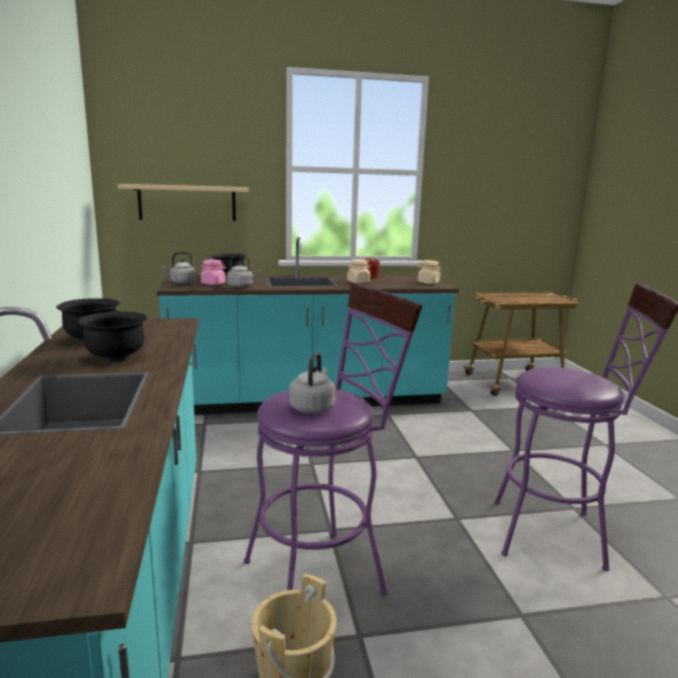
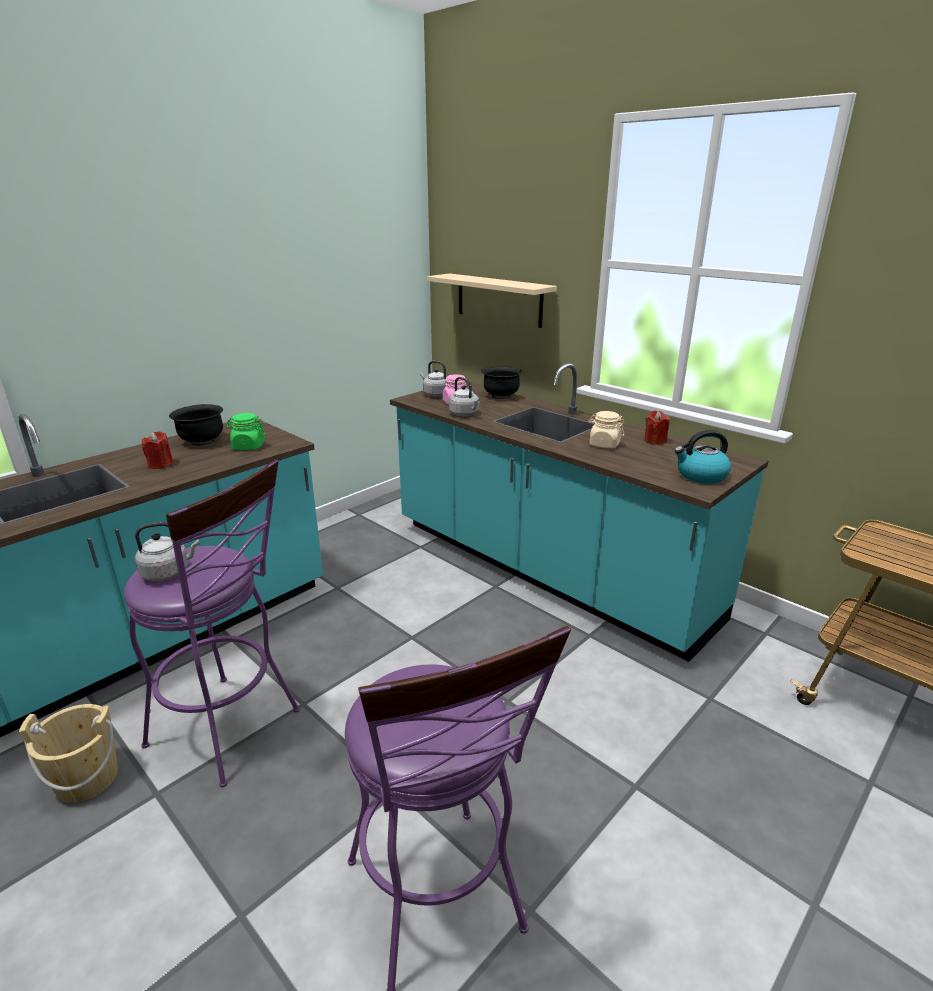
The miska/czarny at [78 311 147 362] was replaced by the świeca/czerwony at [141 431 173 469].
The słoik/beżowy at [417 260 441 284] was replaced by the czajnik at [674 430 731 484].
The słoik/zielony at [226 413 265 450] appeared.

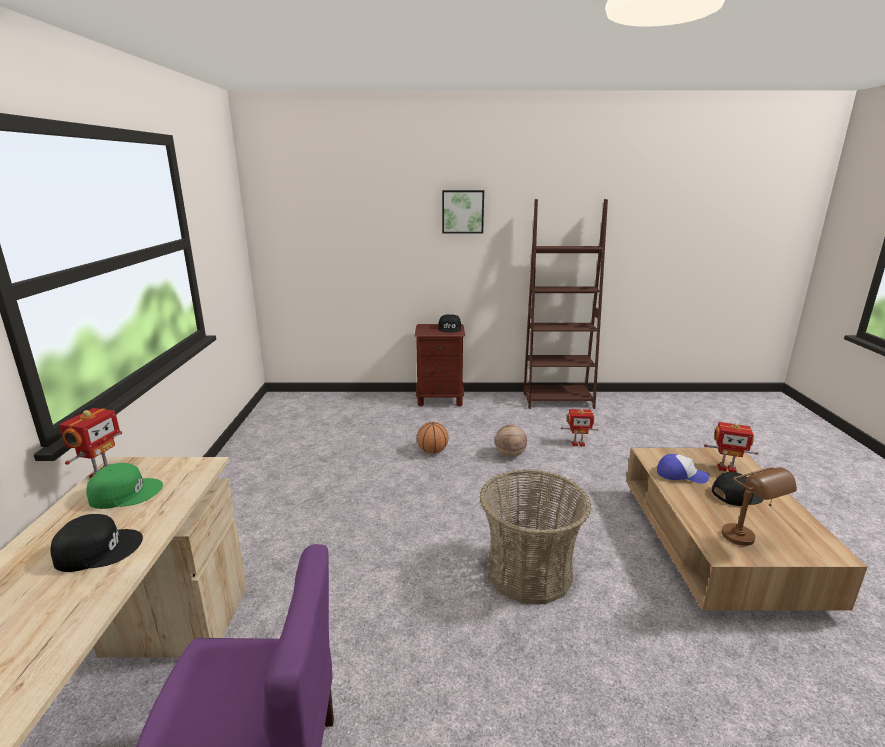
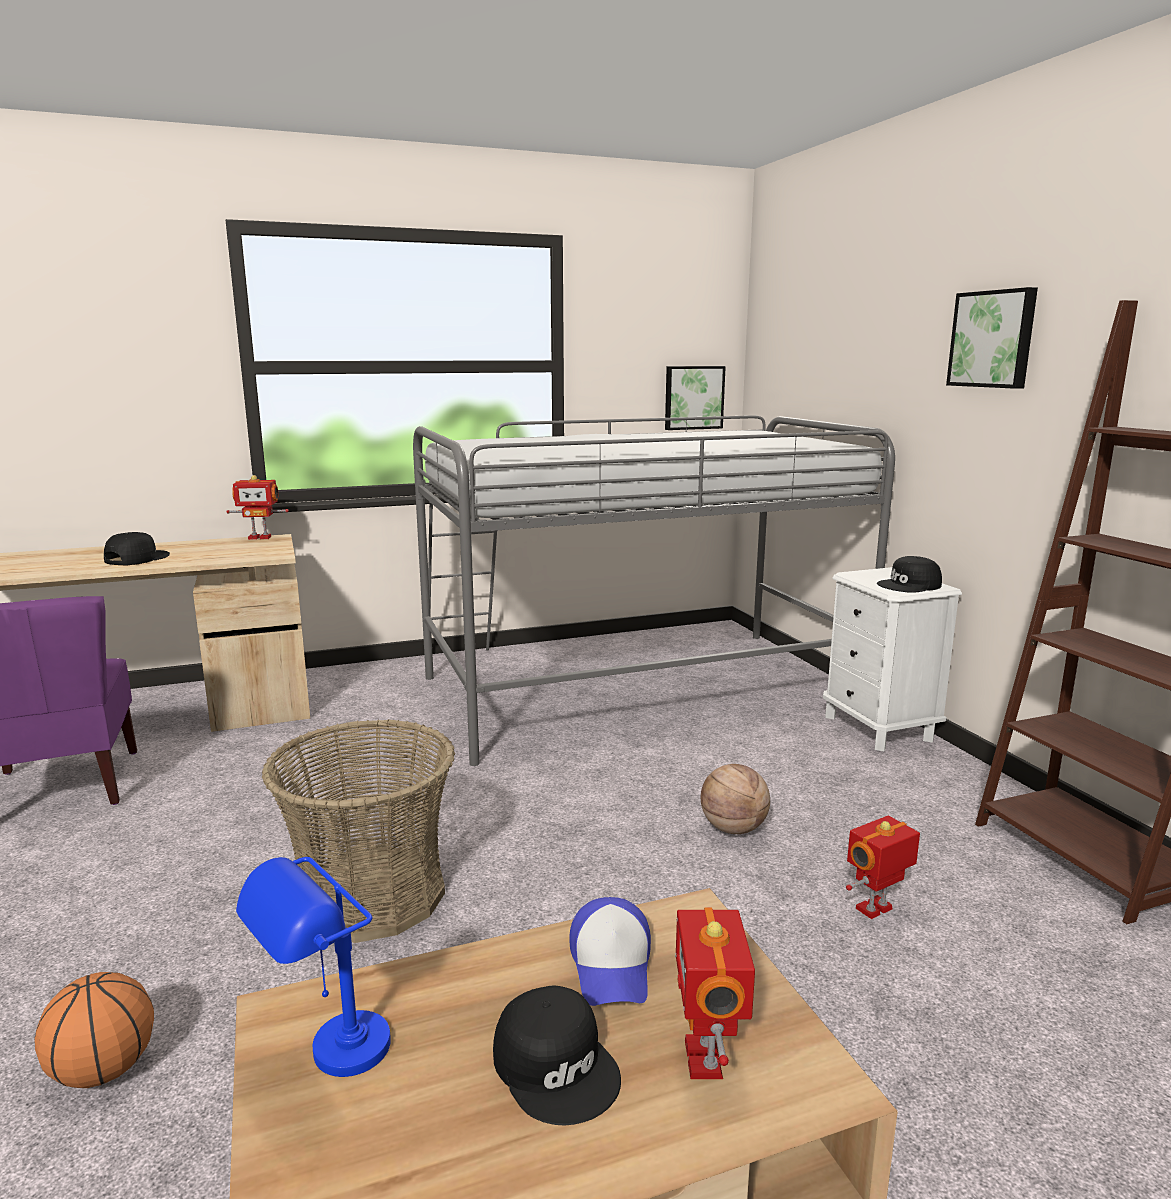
The czapka z daszkiem/czarny at [50 514 143 572] turned 120 degrees counterclockwise.
The czapka z daszkiem/zielony at [86 463 163 509] disappeared.
The szafka nocna/brązowy at [415 324 465 407] became the szafka nocna/biały at [823 567 962 751].
The piłka do koszykówki moved from [417 422 448 454] to [34 972 154 1088].
The robot zabawkowy at [561 409 598 446] turned 75 degrees clockwise.
The lampa stołowa/brązowy at [721 467 797 546] became the lampa stołowa/niebieski at [236 857 391 1077].
The łóżko/szary at [413 415 895 766] appeared.
The obraz at [665 366 726 430] appeared.

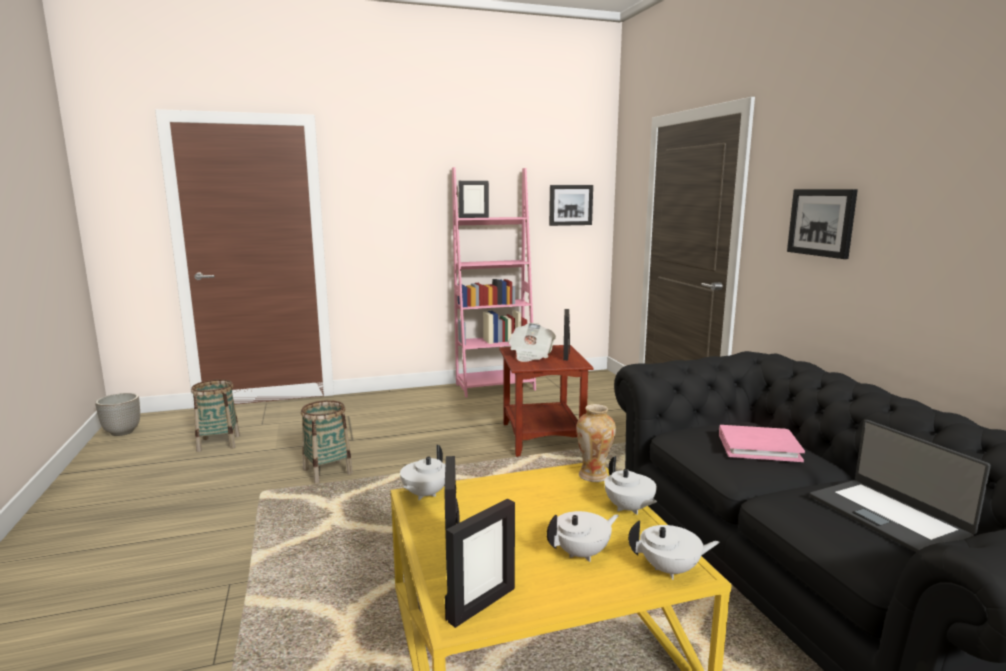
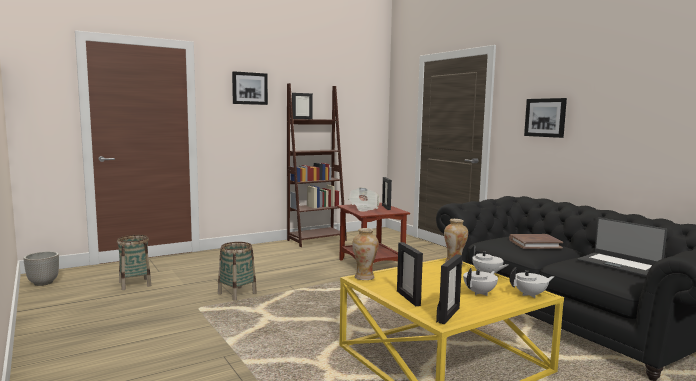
The imbryk/biały at [400 445 445 500] was replaced by the wazon at [352 228 379 280].
The regał/różowy at [452 167 536 398] became the regał/brązowy at [287 83 347 247].
The obraz moved from [549 185 593 226] to [232 71 268 105].
The książka/różowy at [719 425 805 462] became the książka/brązowy at [509 234 563 249].

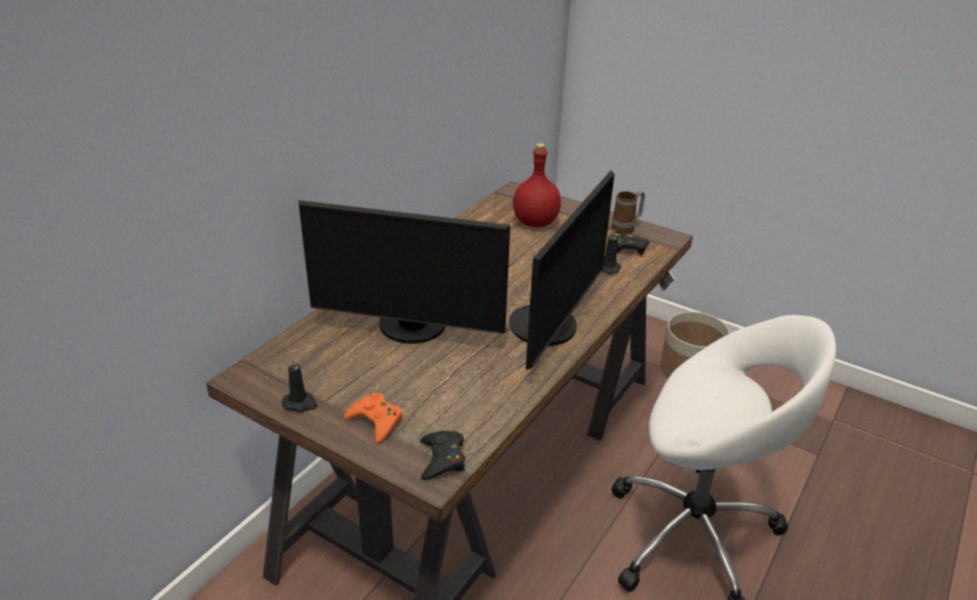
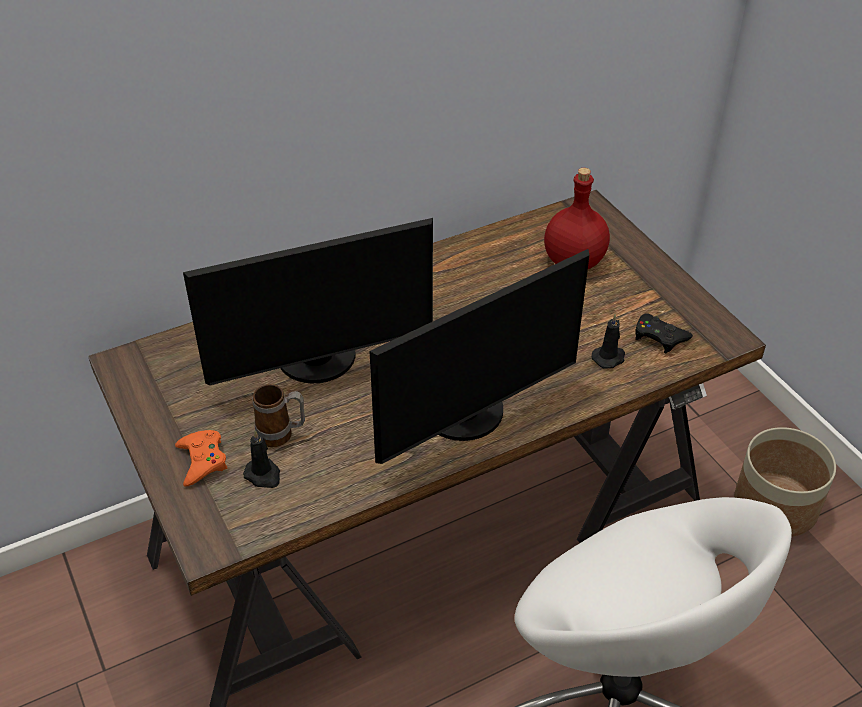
The świeca/czarny moved from [282 358 317 412] to [243 430 280 488].
The monitor at [298 200 510 344] turned 60 degrees counterclockwise.
The pad do gier/czarny at [420 431 465 480] disappeared.
The kubek moved from [611 190 645 235] to [253 384 305 447].

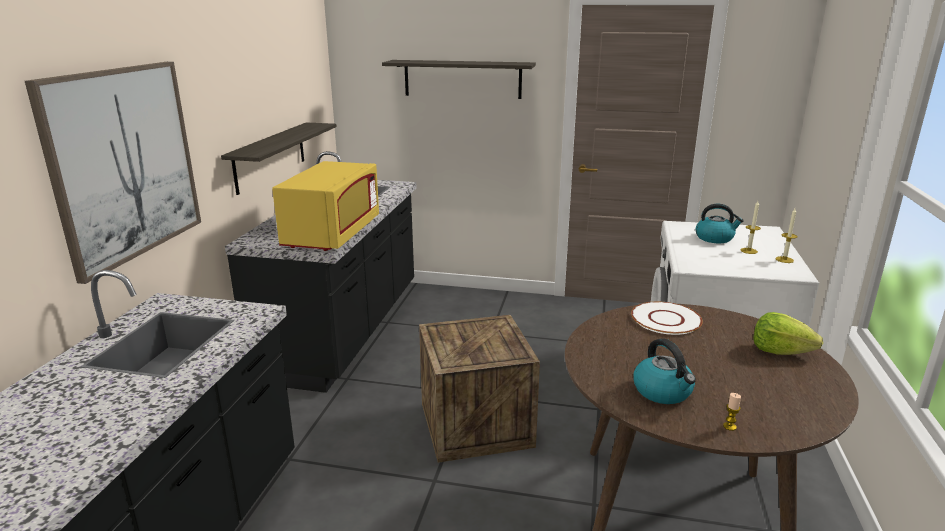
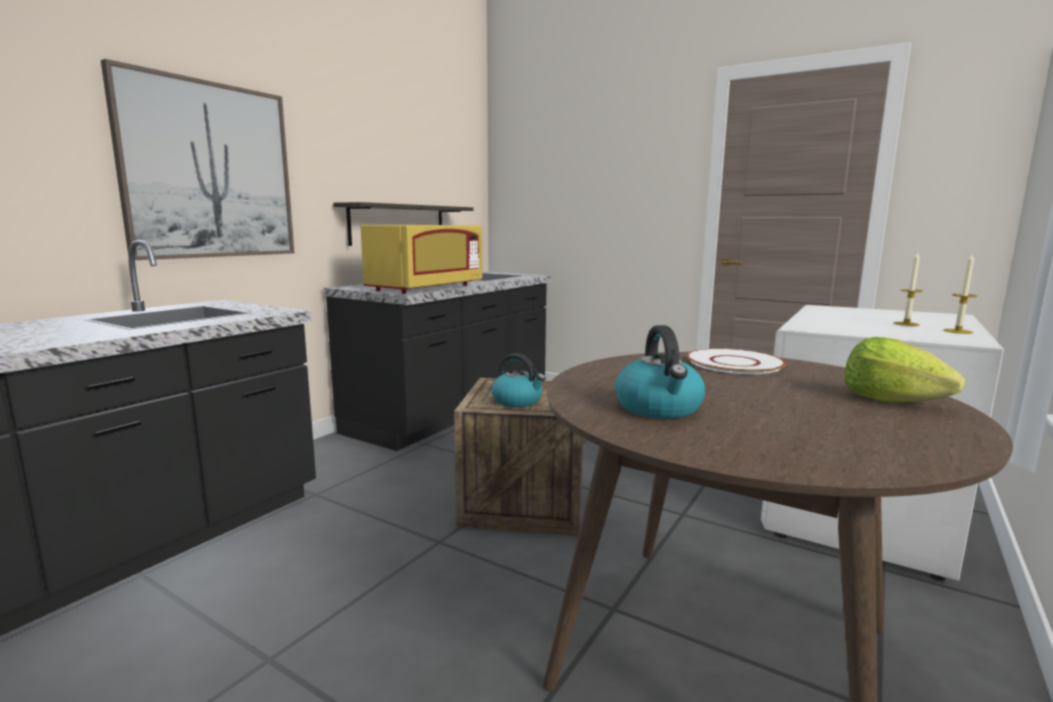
The półka at [382 60 536 99] disappeared.
The czajnik moved from [696 204 744 243] to [492 353 546 407].
The świeca at [723 393 741 431] disappeared.

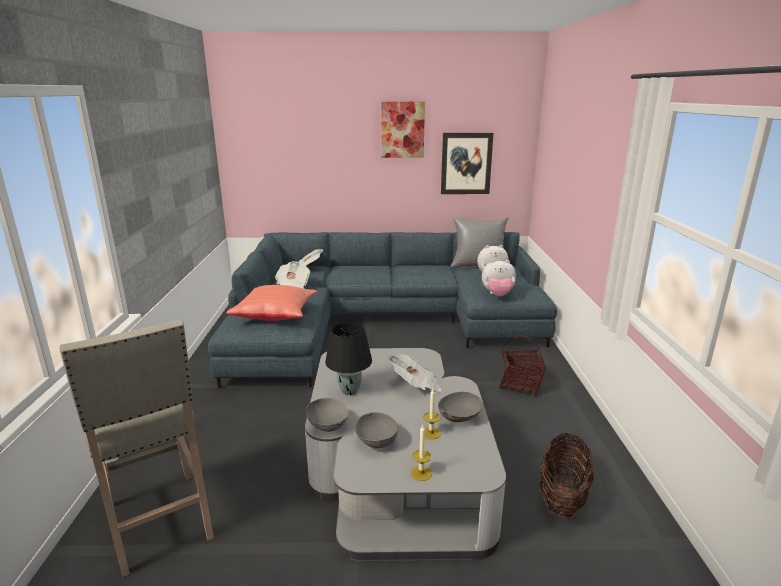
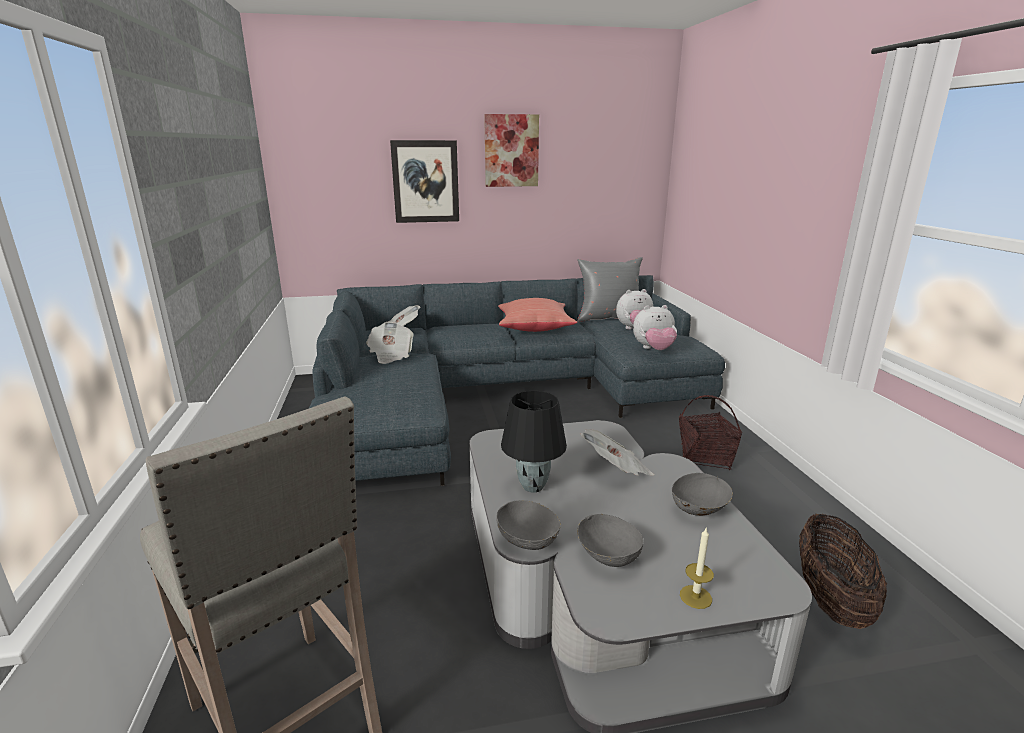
The poduszka/czerwony moved from [226 285 317 321] to [498 298 578 332].
The świeca at [423 389 441 439] disappeared.
The obraz moved from [441 133 493 194] to [390 140 459 223].

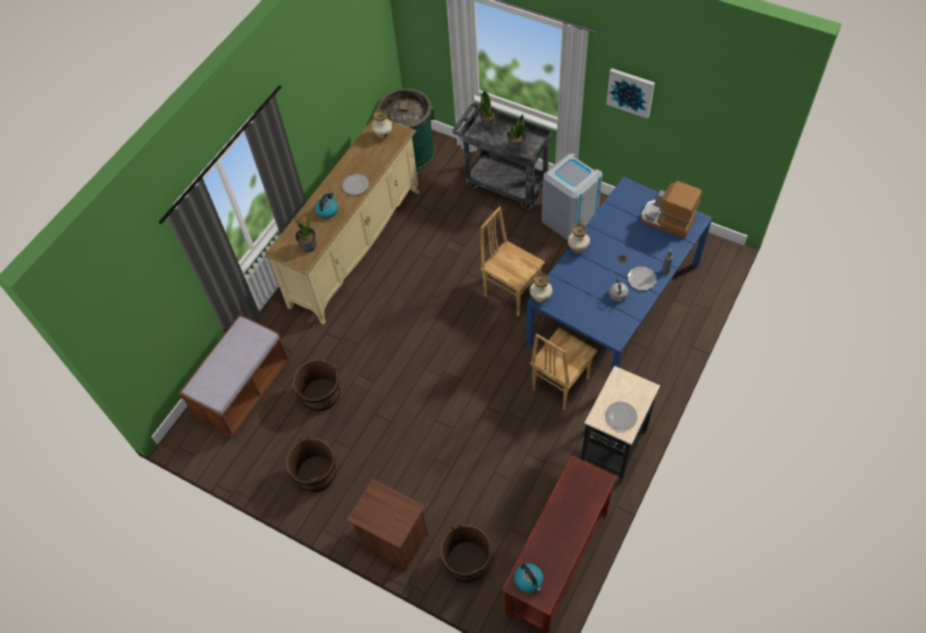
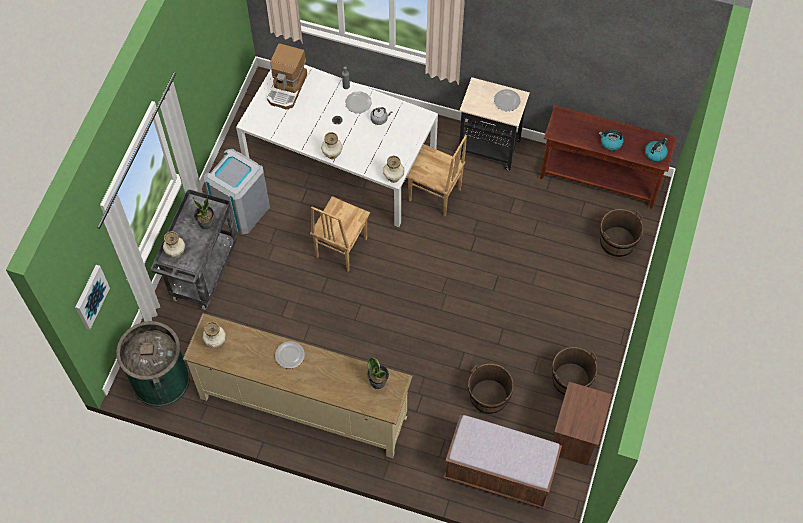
The czajnik moved from [315 192 338 219] to [599 130 623 151].
The szafka nocna/brązowy moved from [347 479 428 570] to [554 382 612 466].
The roślina doniczkowa at [479 91 498 130] was replaced by the wazon at [163 231 185 258].
The stół jadalny/niebieski at [526 177 712 371] became the stół jadalny/biały at [236 65 438 227].
The obraz moved from [606 68 655 119] to [75 265 110 330].

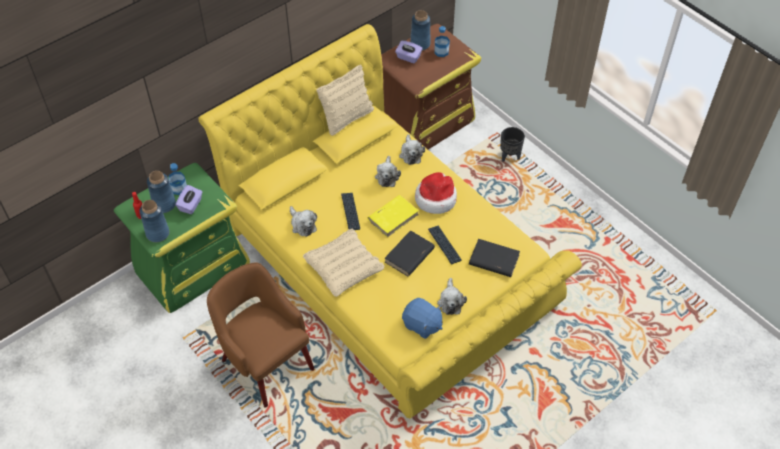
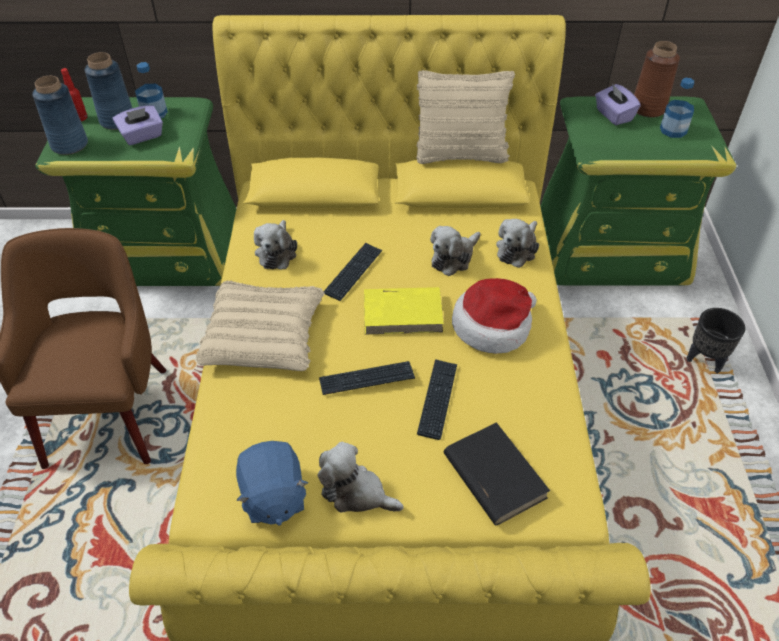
The szafka nocna/brązowy at [381 24 481 150] became the szafka nocna/zielony at [540 97 736 286].
The książka/czarny at [385 230 435 276] was replaced by the klawiatura at [319 361 415 395].
The wazon/niebieski at [410 10 430 51] became the wazon/brązowy at [634 41 680 118].
The pluszak at [437 278 467 315] turned 75 degrees clockwise.

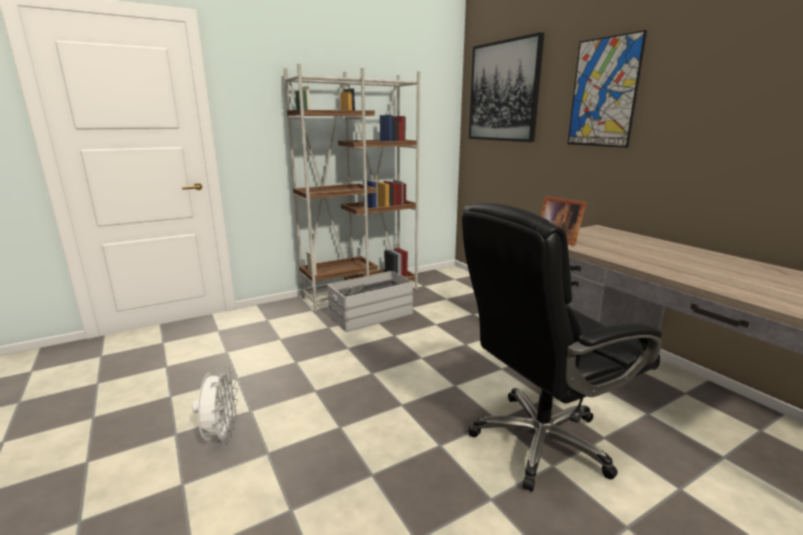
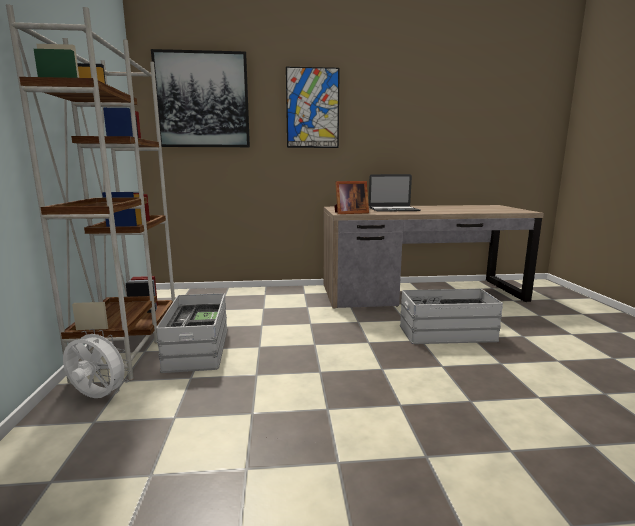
The wentylator/biały moved from [192 366 238 444] to [63 329 131 398].
The krzesło biurowe/czarny at [462 203 662 492] was replaced by the pojemnik do przechowywania/szary at [400 289 503 344].
The laptop at [369 174 421 212] appeared.

